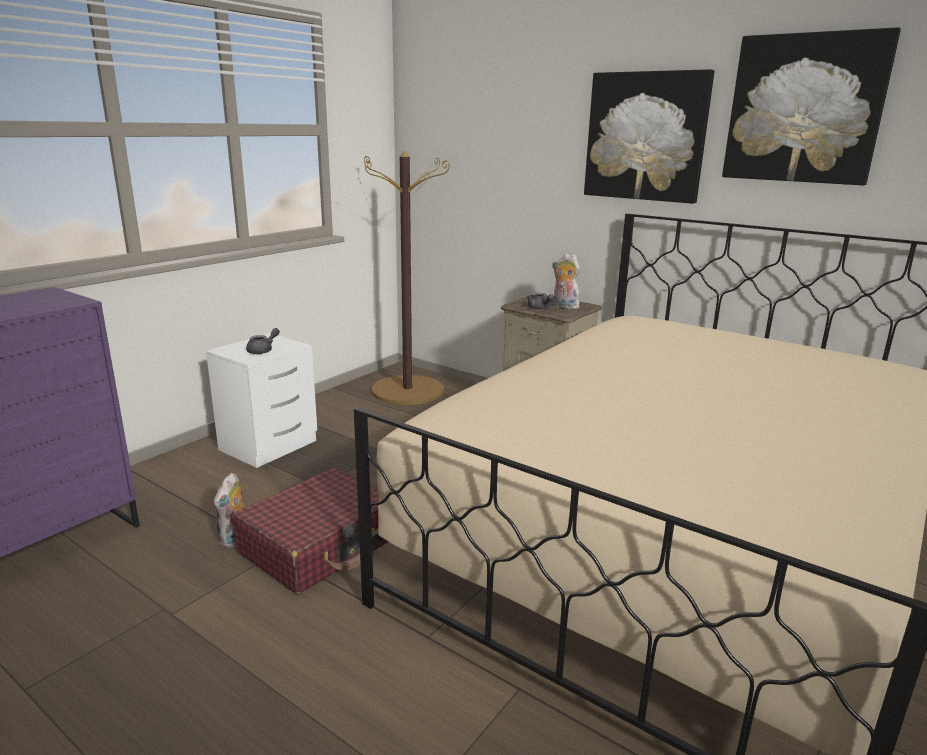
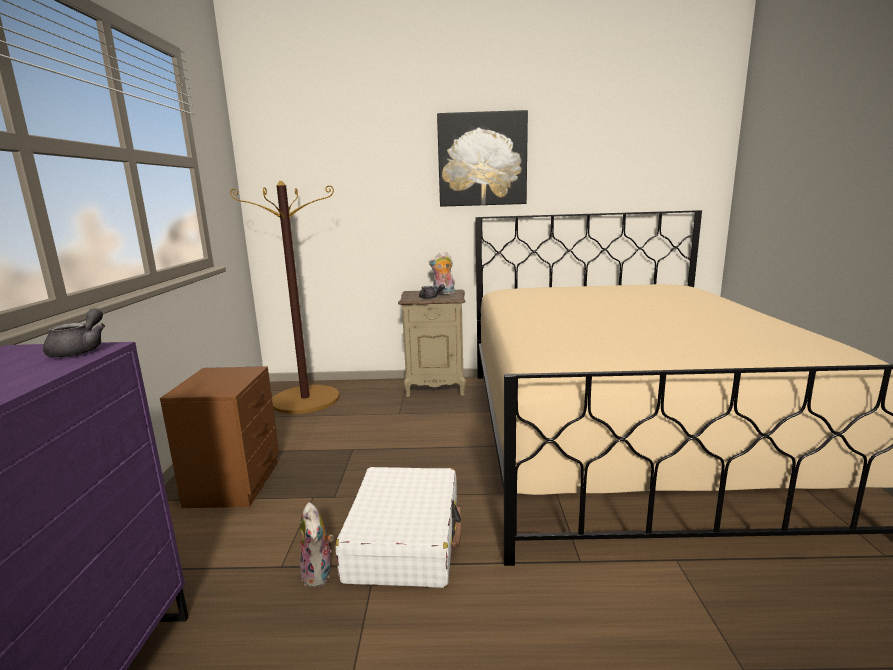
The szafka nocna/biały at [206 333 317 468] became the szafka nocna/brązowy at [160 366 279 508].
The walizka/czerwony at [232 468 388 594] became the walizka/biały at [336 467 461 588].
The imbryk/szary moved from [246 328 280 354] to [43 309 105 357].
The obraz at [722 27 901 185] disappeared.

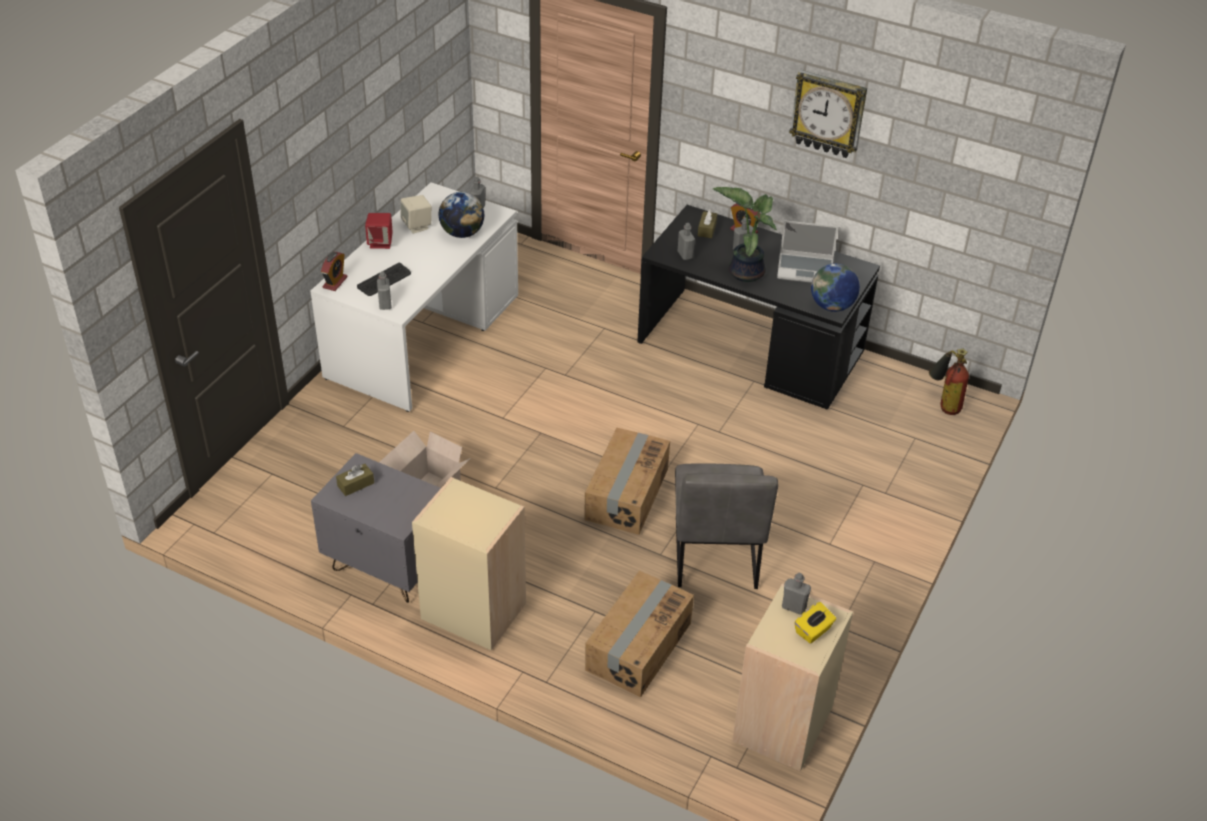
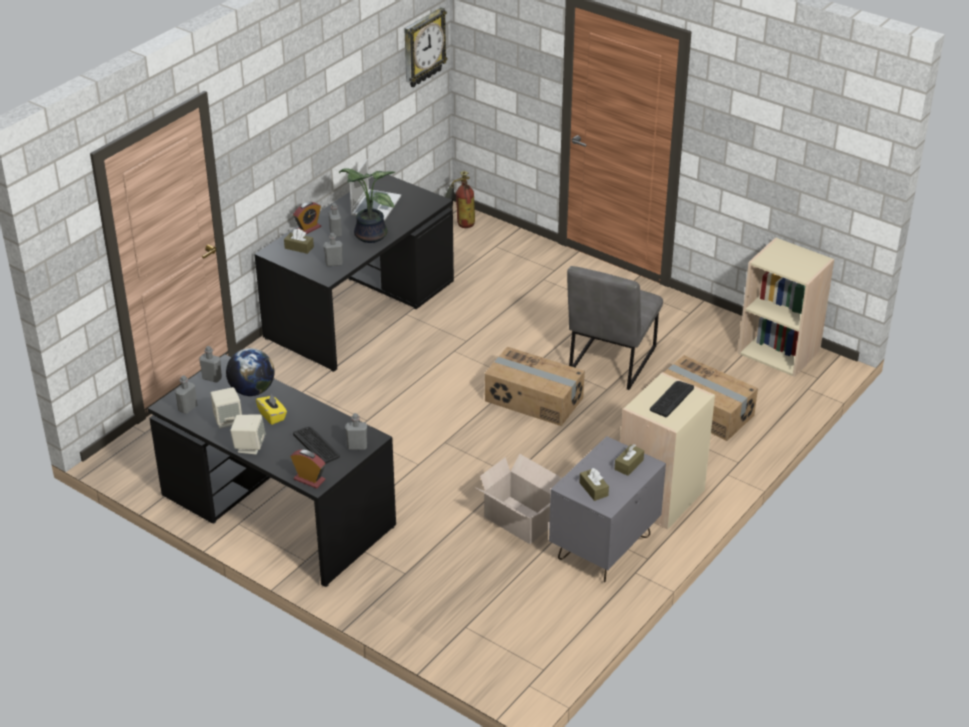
The biurko/biały at [310 182 518 412] became the biurko/czarny at [148 354 396 587].
The głośnik/czerwony at [365 213 393 249] became the głośnik/beżowy at [230 414 266 455].
The krzesło/szary at [675 463 778 589] turned 105 degrees clockwise.
The butelka/szary moved from [782 573 811 615] to [175 375 197 414].
The zegar ścienny moved from [789 70 867 158] to [404 7 448 88].
The pudełko chusteczek/żółty moved from [794 602 836 643] to [256 394 287 425].
The globus at [811 263 860 312] disappeared.
The pudełko chusteczek/brązowy at [615 444 644 476] appeared.
The klawiatura at [650 381 694 417] appeared.

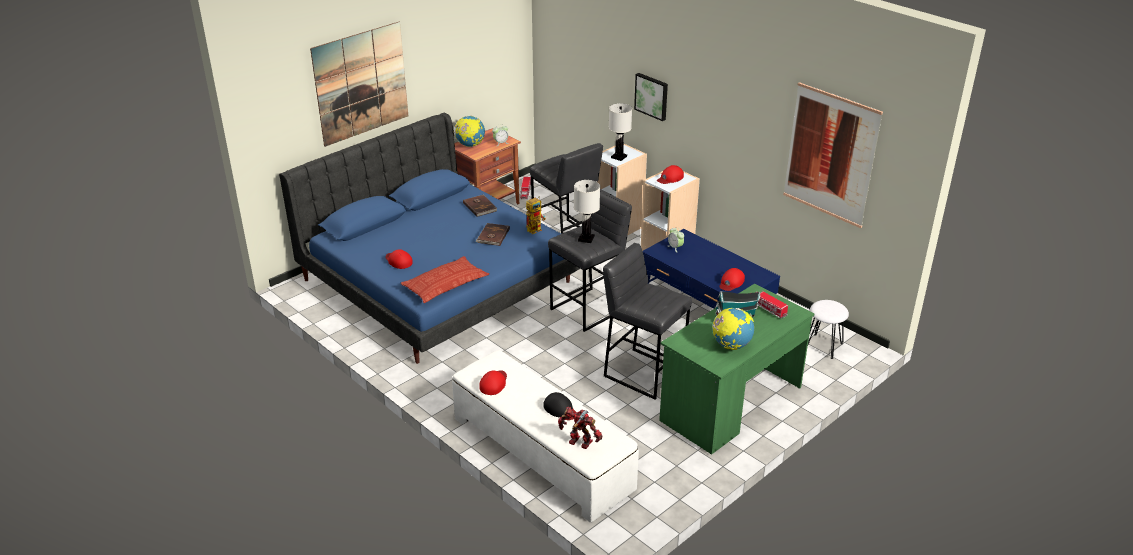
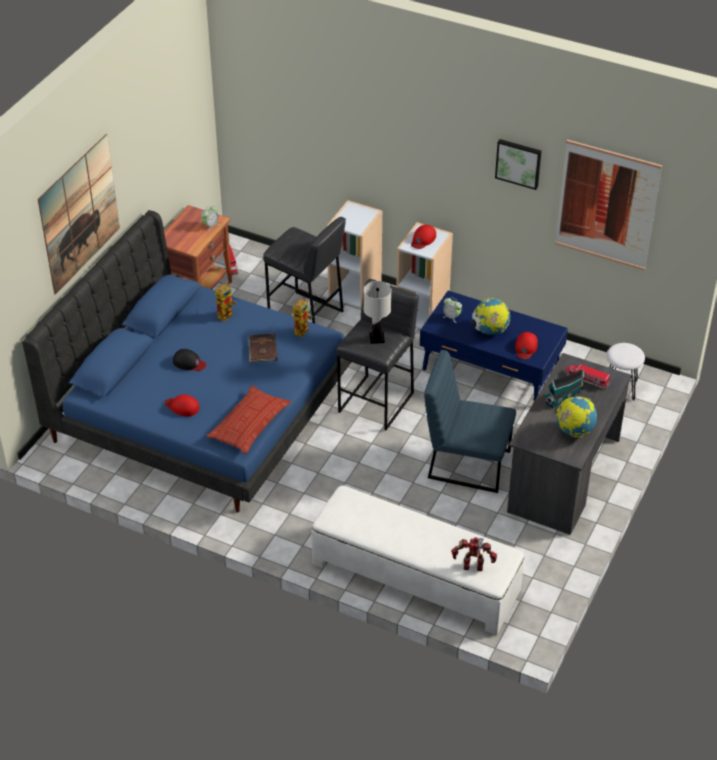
The globus moved from [453 115 485 147] to [472 297 510 335].
The książka/brązowy at [463 195 497 217] was replaced by the robot zabawkowy at [215 282 237 322].
The czapka z daszkiem/czerwony at [479 370 507 395] disappeared.
The czapka z daszkiem/czarny moved from [543 392 577 420] to [173 349 207 371].
The stołek/szary at [603 243 692 400] was replaced by the krzesło/niebieski at [424 350 516 493].
The lampa stołowa/biały at [609 103 632 161] disappeared.
The obraz moved from [634 73 668 121] to [495 139 542 190].
The biurko/zielony at [659 283 814 454] became the biurko/szary at [507 353 632 535].

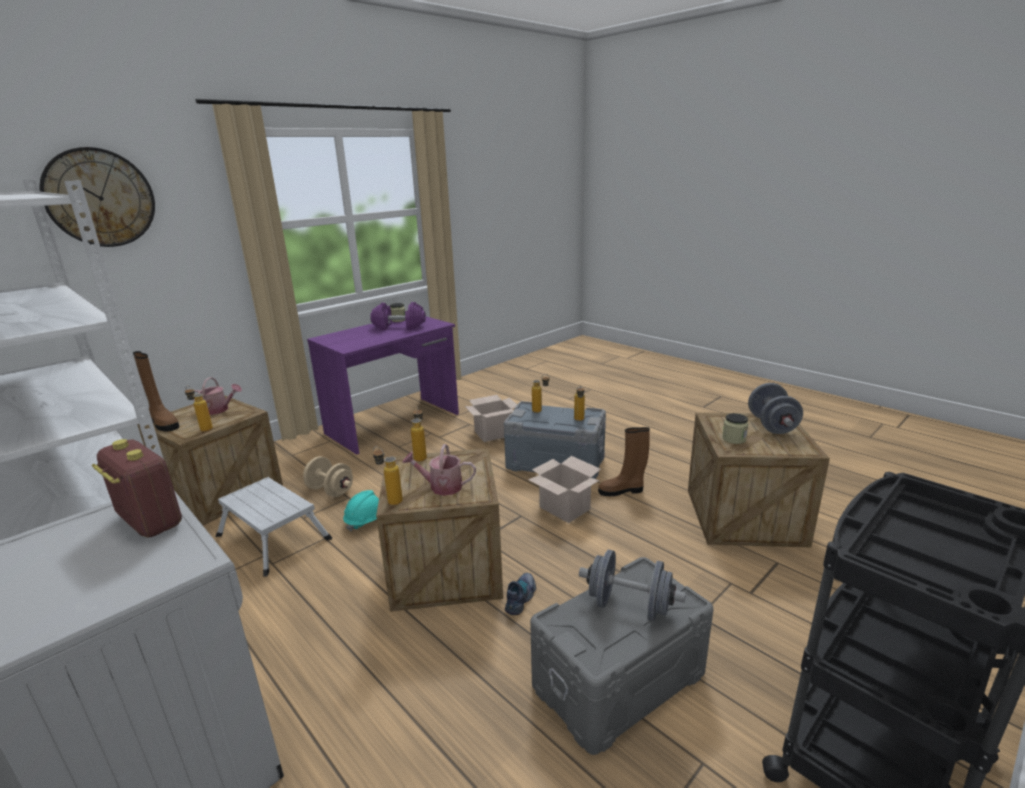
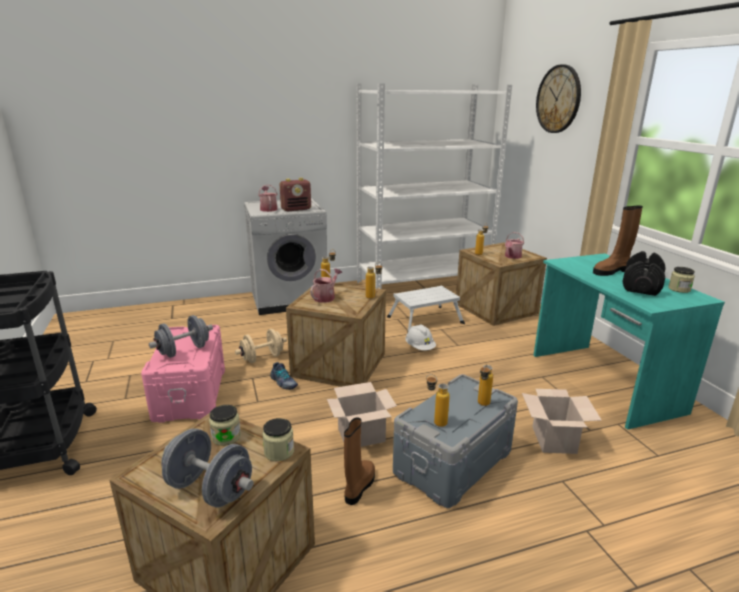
The but z cholewką/brązowy moved from [133 351 180 432] to [593 205 643 276].
The hantel/beżowy moved from [303 456 353 497] to [235 329 287 363].
The biurko/fioletowy at [307 316 459 455] became the biurko/turkusowy at [533 253 725 430].
The kask/turkusowy at [343 490 379 531] became the kask/biały at [405 325 436 350].
The hantel/fioletowy at [370 302 426 330] became the hantel/czarny at [622 251 666 296].
The pojemnik do przechowywania/szary at [530 557 714 755] became the pojemnik do przechowywania/różowy at [141 325 225 423].
The konewka at [258 185 277 212] appeared.
The słoik at [262 418 294 461] appeared.

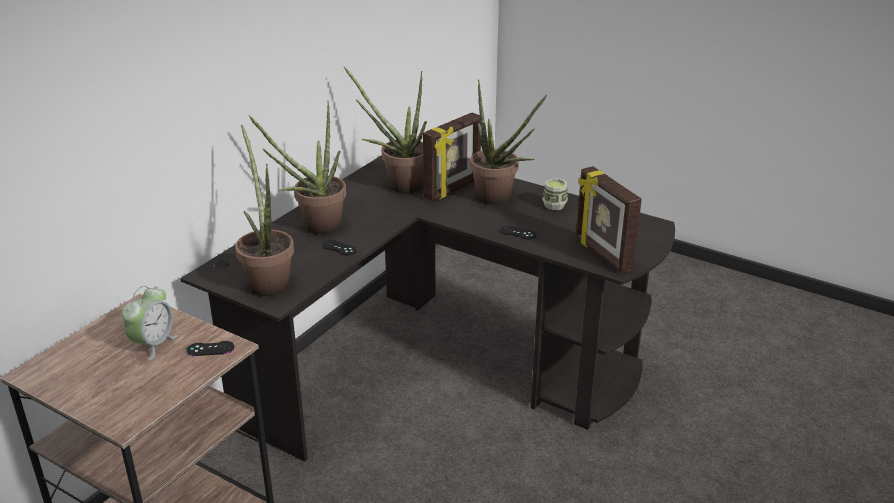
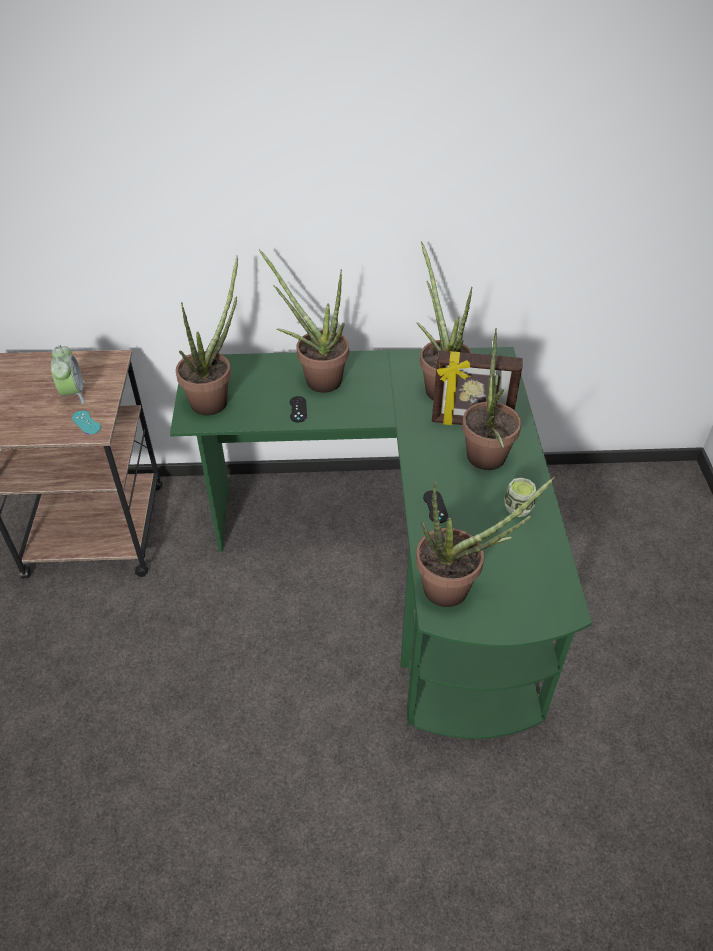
The budzik at [122 286 177 360] turned 90 degrees counterclockwise.
The biurko/czarny at [180 155 675 462] became the biurko/zielony at [170 347 592 739].
The pad do gier/czarny at [187 341 234 356] became the pad do gier/turkusowy at [72 410 101 435].
The ramka na zdjęcie at [576 166 642 273] was replaced by the roślina doniczkowa at [416 476 555 607].

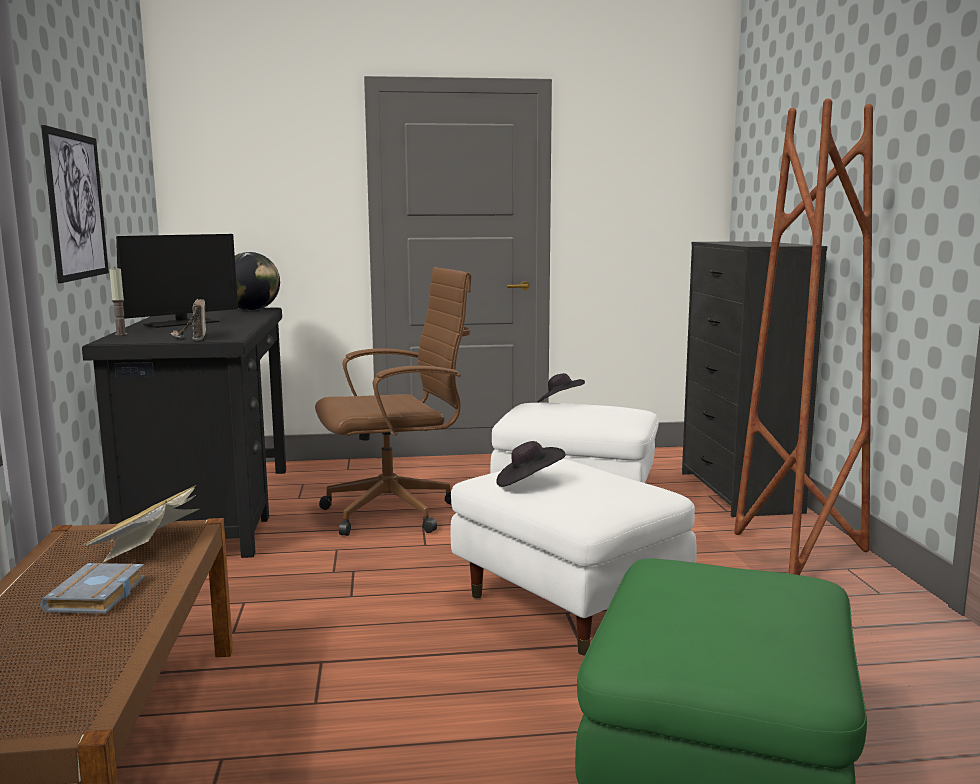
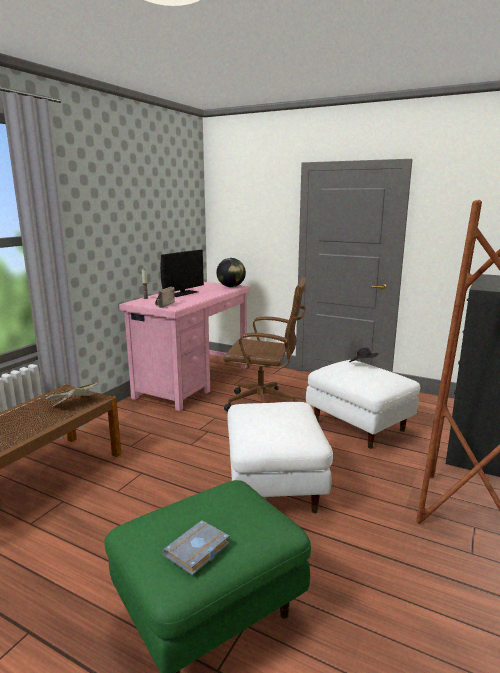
The książka/szary moved from [40 563 145 614] to [162 520 230 575].
The obraz at [41 125 109 283] disappeared.
The biurko/czarny at [82 307 286 564] became the biurko/różowy at [119 282 249 411].
The monitor at [116 234 238 328] turned 45 degrees counterclockwise.
The kapelusz/czarny at [496 441 566 487] disappeared.

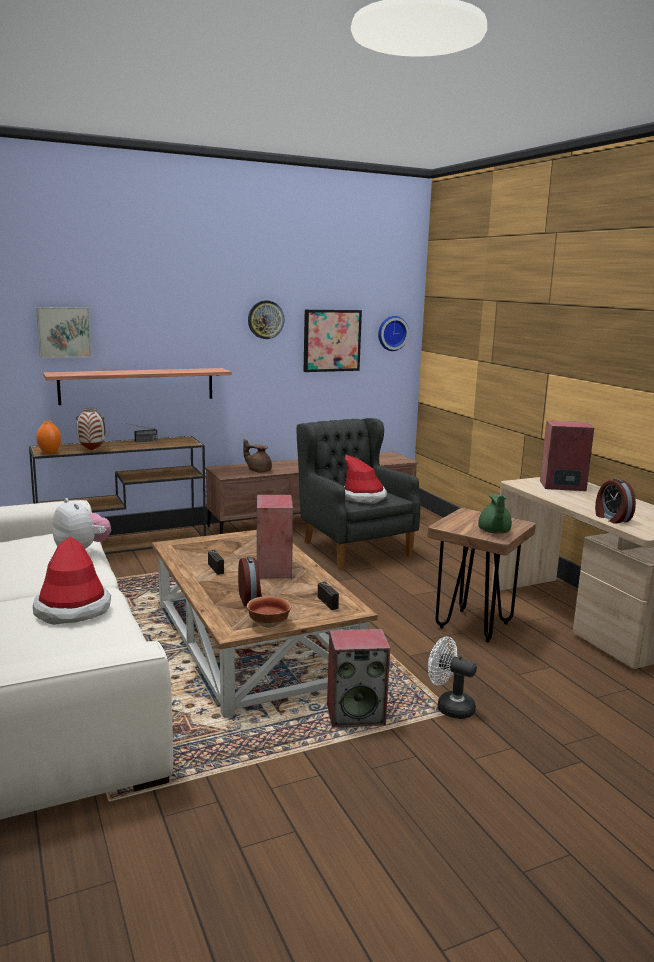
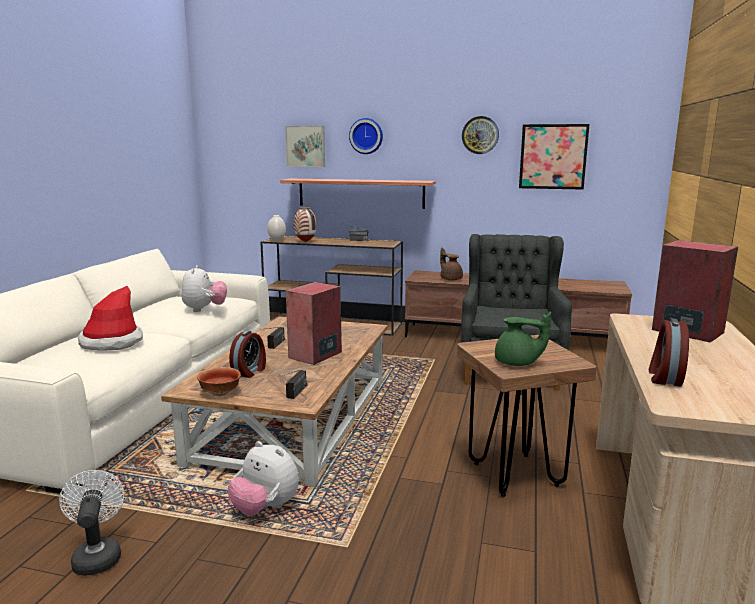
The wazon/pomarańczowy at [36 421 61 454] became the wazon/biały at [267 215 286 241].
The głośnik at [327 629 390 728] was replaced by the pluszak at [228 441 299 516].
The kapelusz at [344 455 387 504] disappeared.
The zegar ścienny moved from [378 316 409 351] to [349 118 383 154].
The wentylator/biały moved from [428 637 477 719] to [59 470 124 576].
The imbryk/zielony at [478 494 512 534] turned 120 degrees counterclockwise.

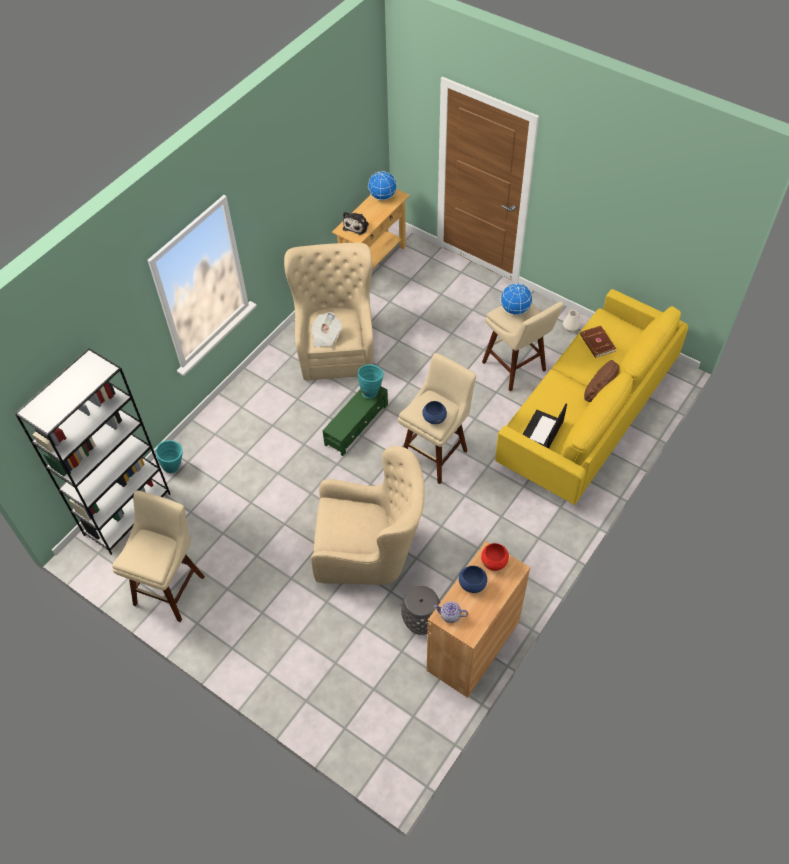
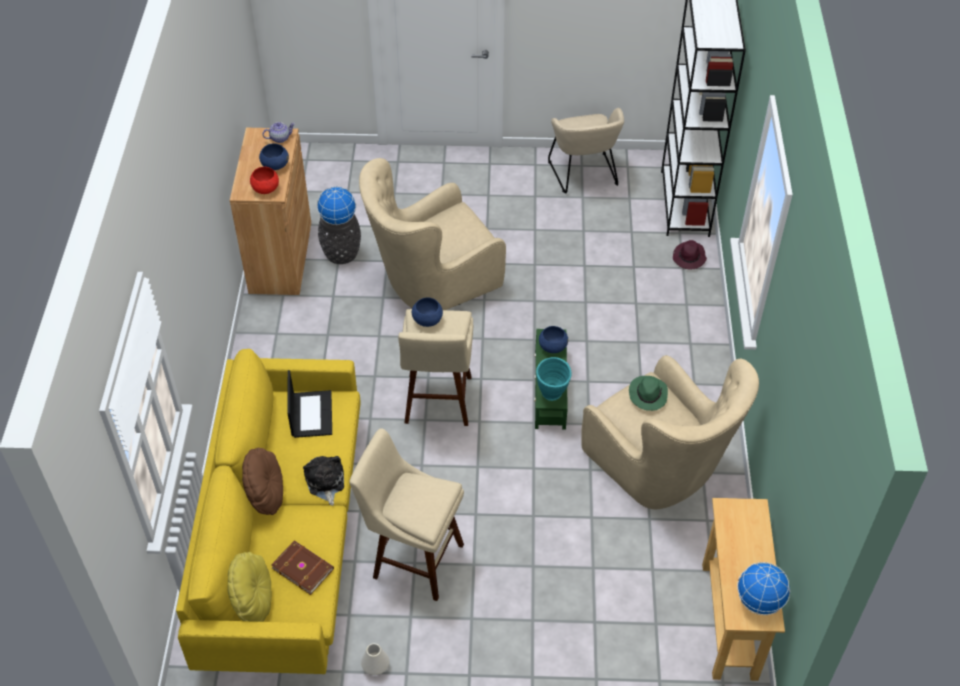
The stołek/beżowy at [112 491 205 622] was replaced by the fotel/beżowy at [548 108 624 194].
The wazon/turkusowy at [156 440 183 473] was replaced by the kapelusz/fioletowy at [673 240 707 269].
The gazeta at [311 312 342 347] was replaced by the kapelusz/zielony at [629 376 668 411].
The pluszak moved from [343 212 369 235] to [303 456 344 506].
The globus moved from [500 283 533 315] to [317 186 356 225].
The poduszka/żółty at [227 552 272 622] appeared.
The miska/niebieski at [539 326 568 353] appeared.

